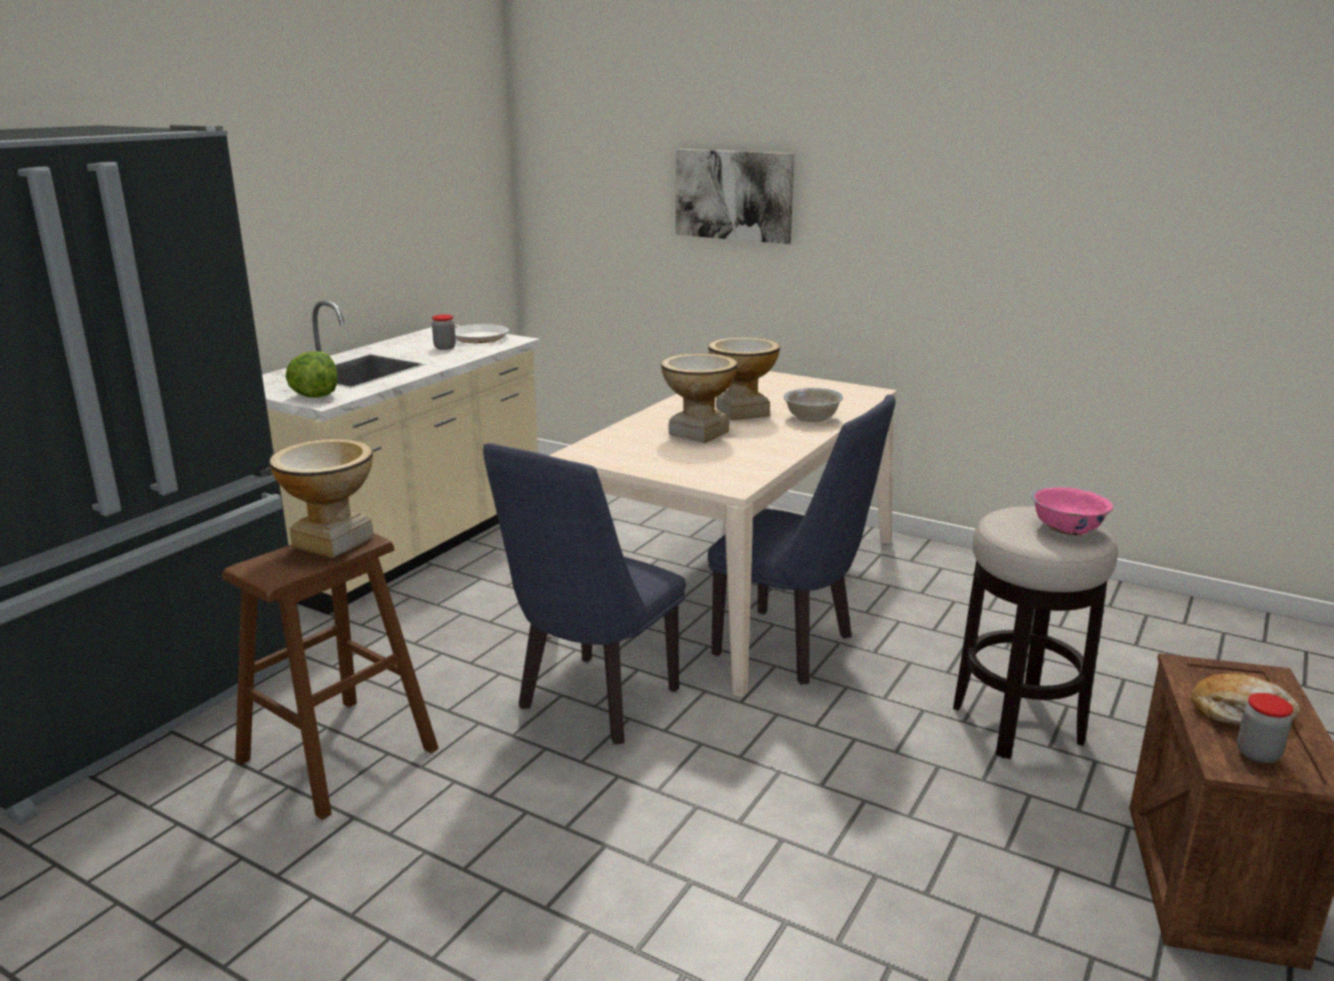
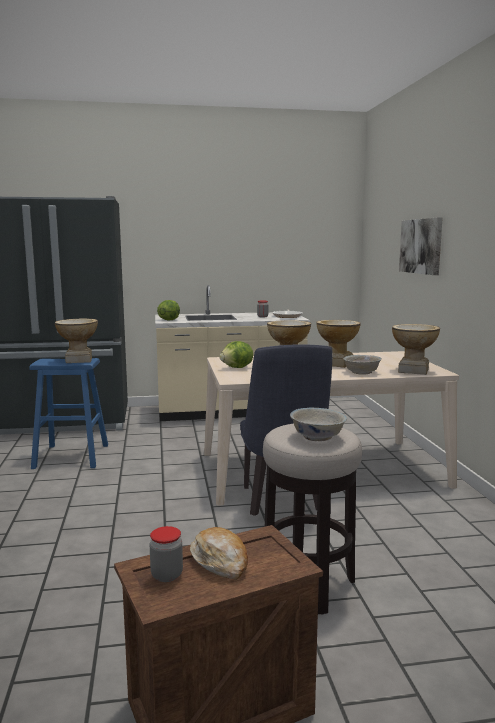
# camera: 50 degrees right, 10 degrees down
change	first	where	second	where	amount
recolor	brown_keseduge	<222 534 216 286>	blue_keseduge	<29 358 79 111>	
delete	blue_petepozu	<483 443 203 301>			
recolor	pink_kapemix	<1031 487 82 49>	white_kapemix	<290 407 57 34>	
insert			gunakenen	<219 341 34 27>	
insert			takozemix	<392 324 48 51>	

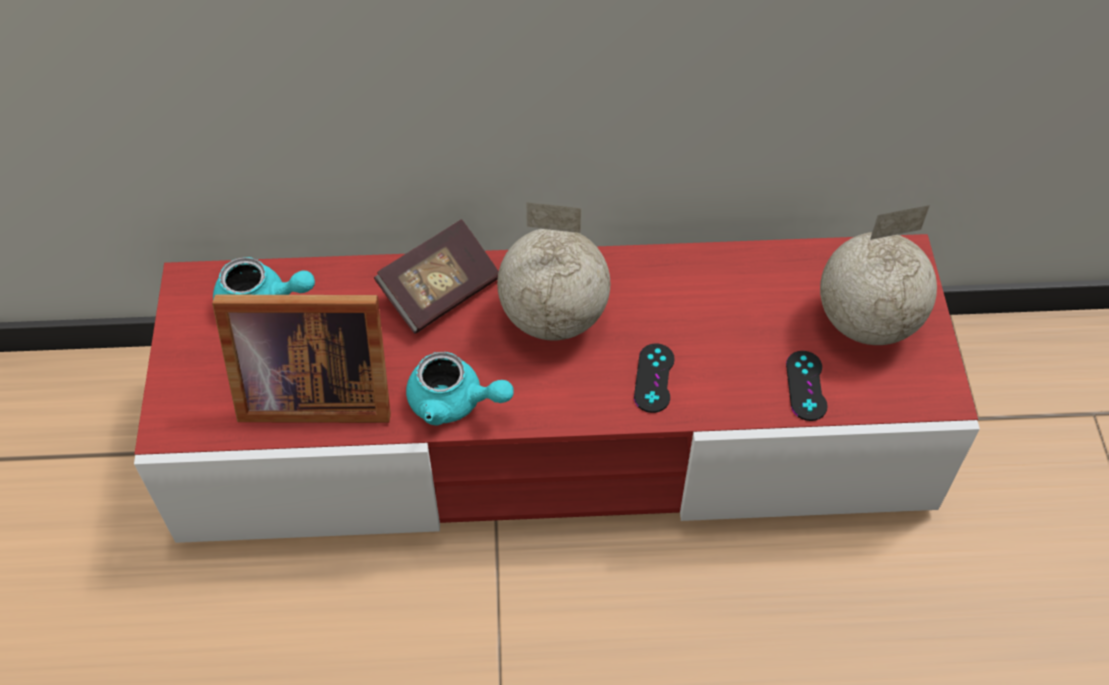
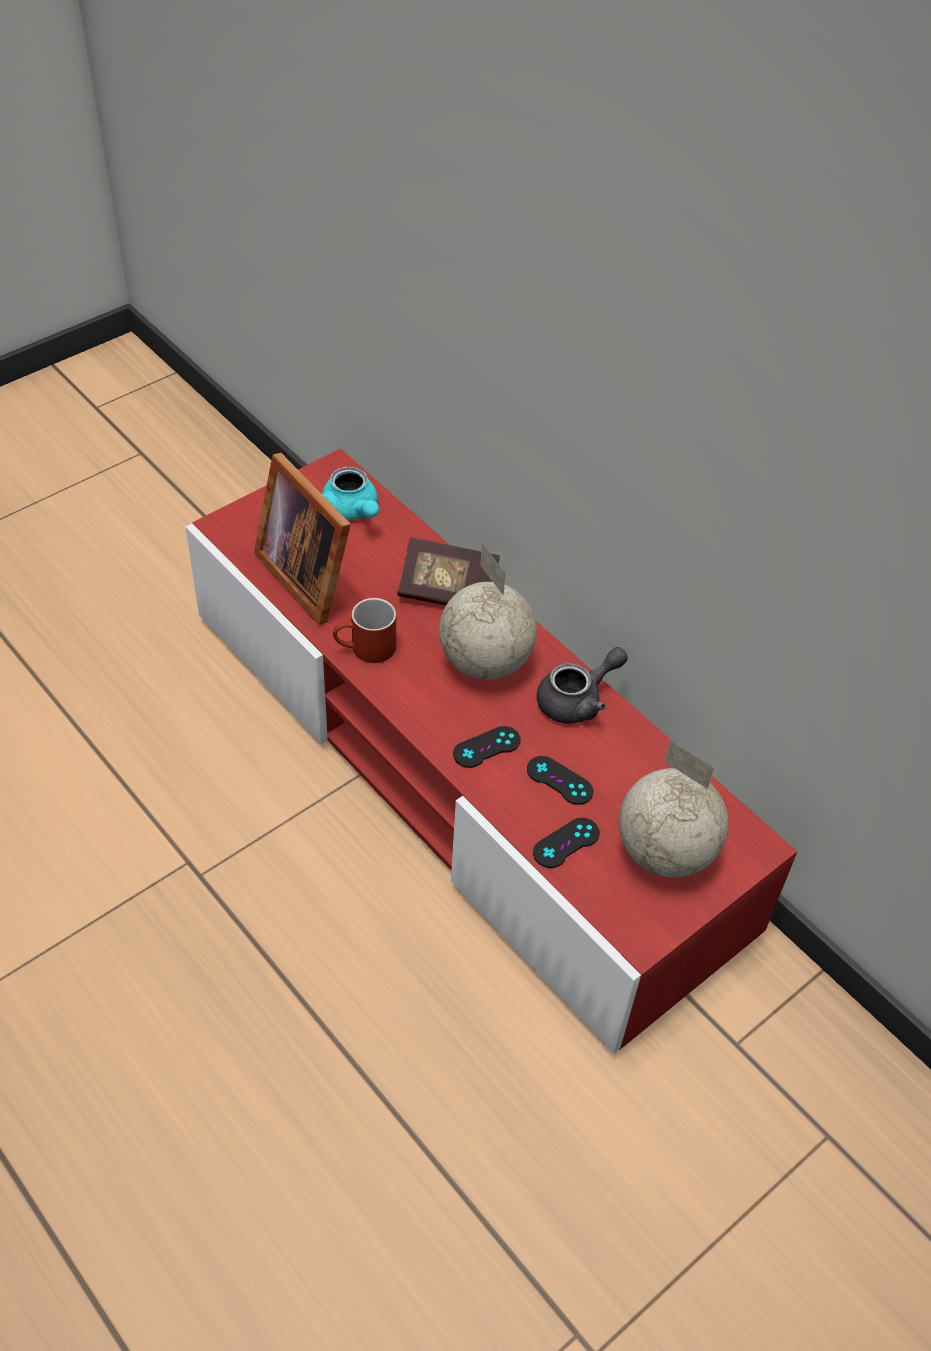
# camera: 50 degrees right, 5 degrees down
change	first	where	second	where	amount
replace	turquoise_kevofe	<406 352 108 74>	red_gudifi	<333 598 63 65>	
insert			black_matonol	<527 756 66 49>	
insert			grey_kevofe	<537 647 91 77>	

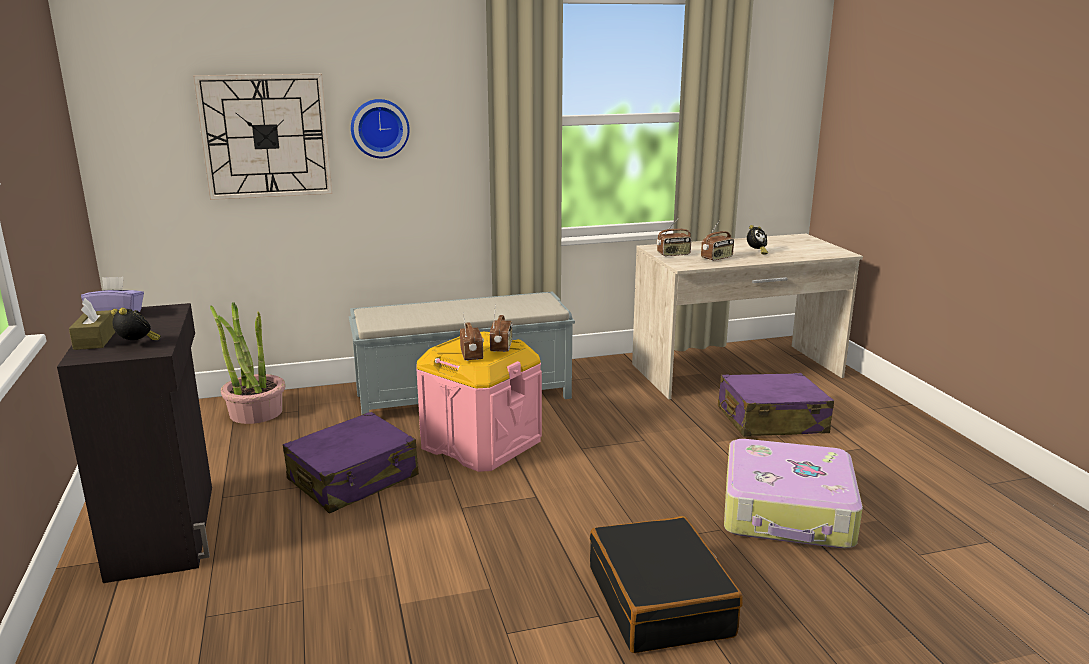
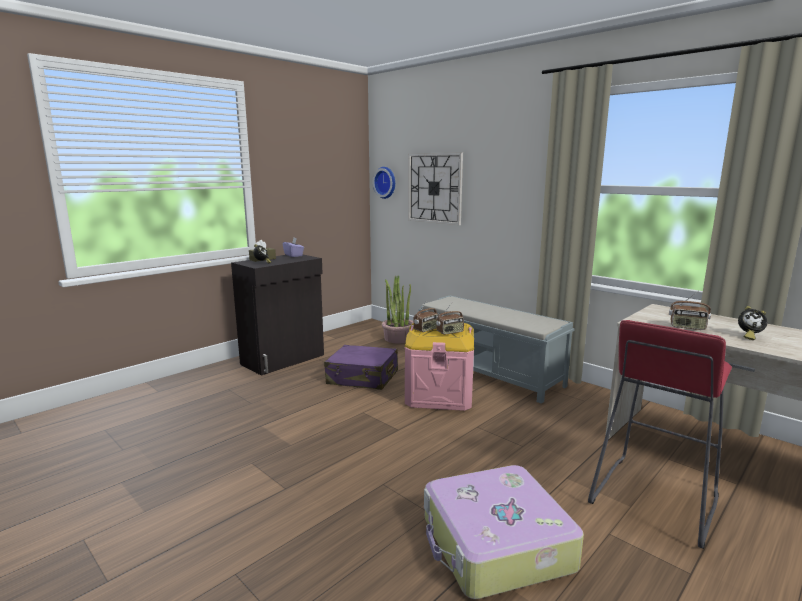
# camera: 60 degrees right, 5 degrees down
change	first	where	second	where	amount
move	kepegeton	<351 99 59 59>		<373 167 22 32>	
delete	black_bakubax	<590 516 153 137>			
delete	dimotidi	<657 218 35 38>			
replace	purple_bakubax	<718 373 116 64>	red_keseduge	<588 320 144 229>	

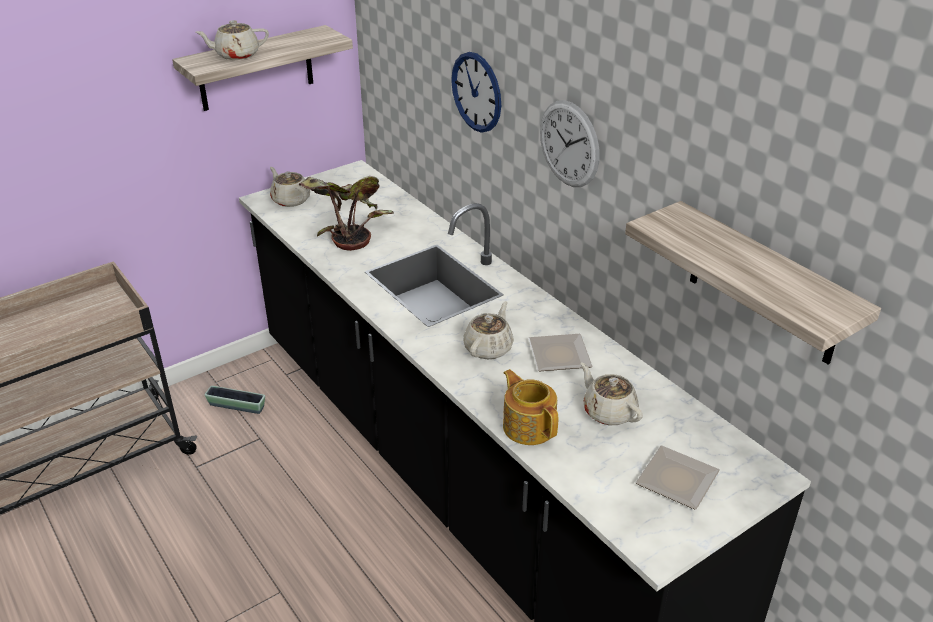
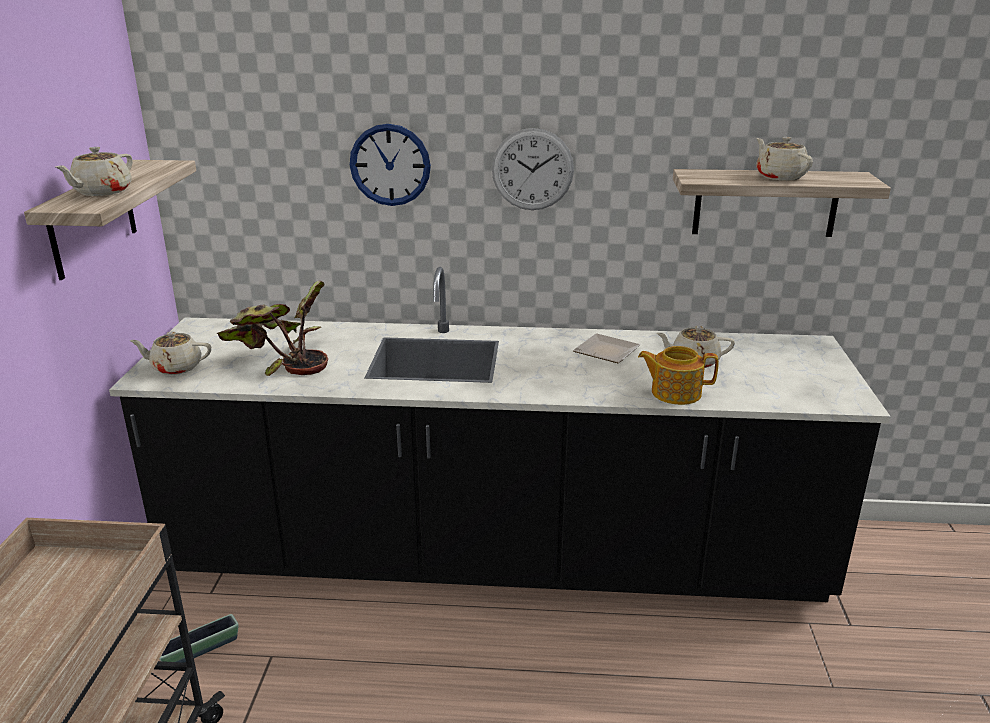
# camera: 50 degrees left, 10 degrees down
change	first	where	second	where	amount
move	beige_kevofe	<463 301 51 58>		<756 137 57 44>	
delete	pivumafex	<635 445 85 65>			

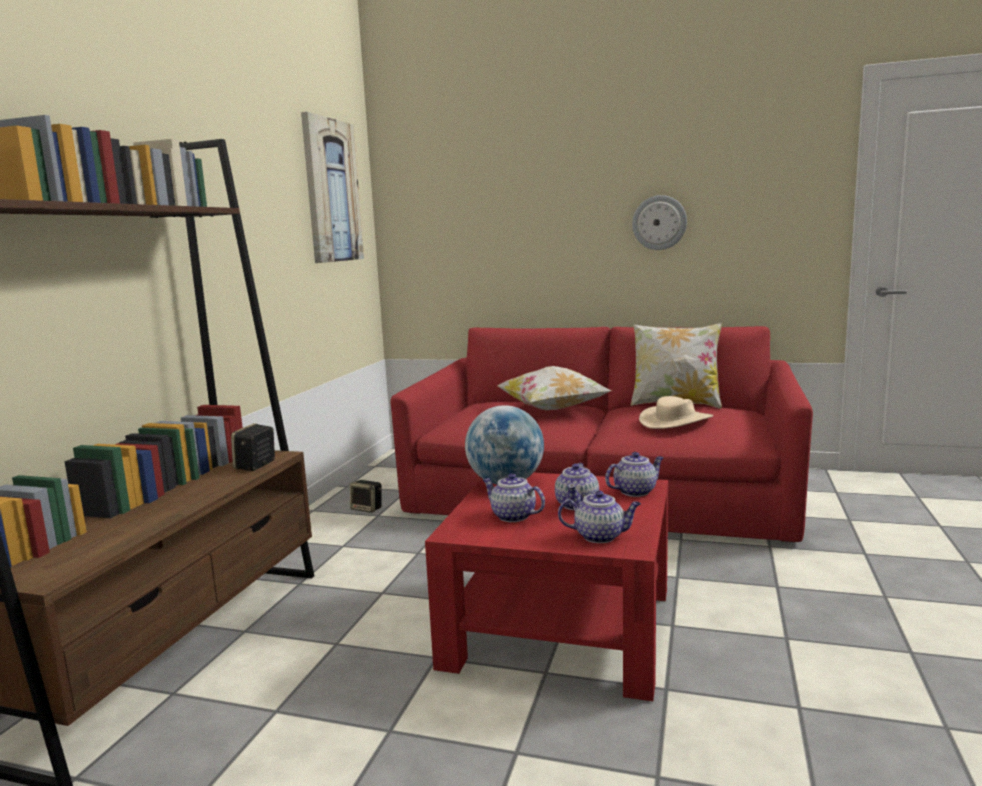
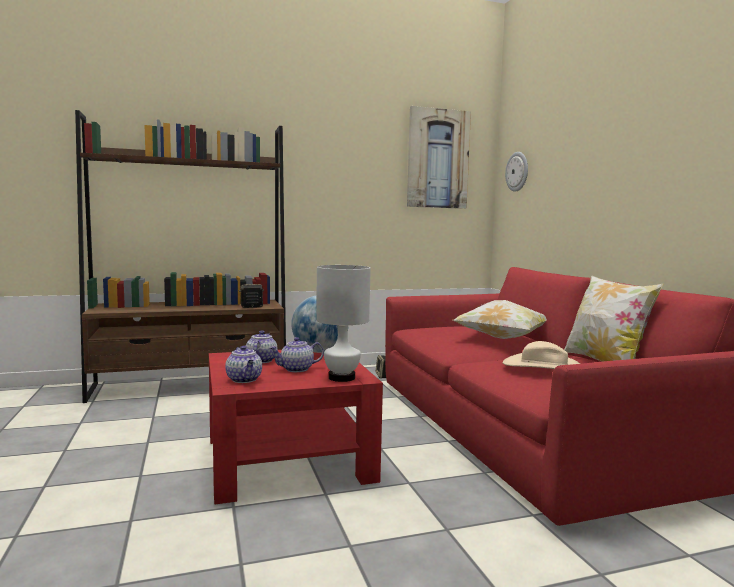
# camera: 55 degrees right, 5 degrees down
change	first	where	second	where	amount
replace	kevofe	<605 452 59 45>	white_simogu	<316 265 55 117>	
move	kepegeton	<632 195 55 55>		<505 152 23 40>	

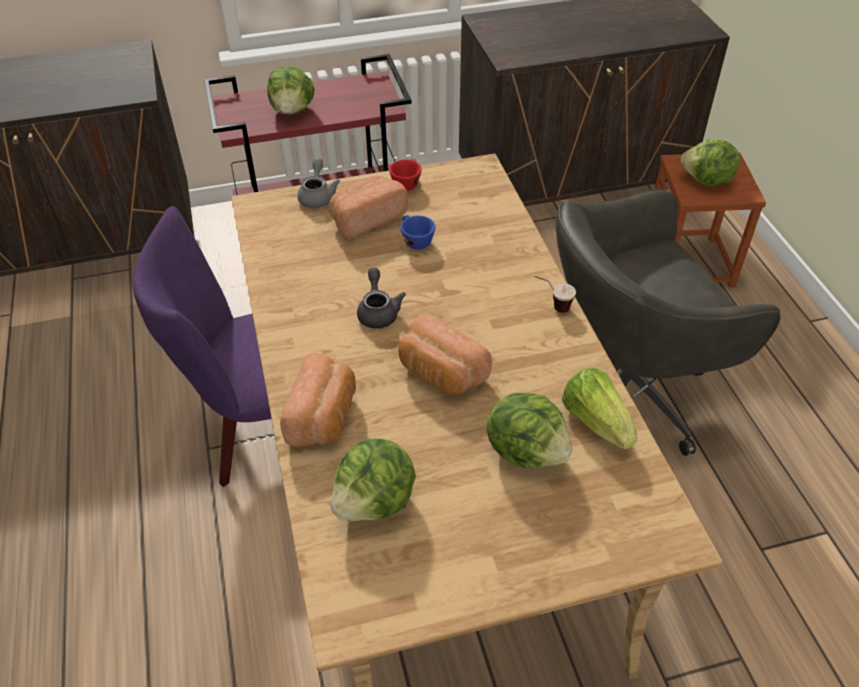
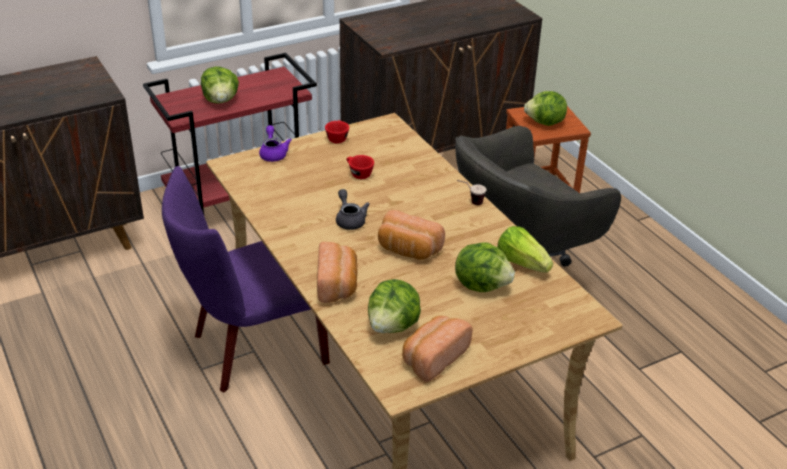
# camera: 15 degrees left, 10 degrees down
change	first	where	second	where	amount
recolor	grey_kevofe	<297 158 43 50>	purple_kevofe	<259 125 33 37>	
move	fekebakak	<329 176 79 63>		<402 316 70 66>	
recolor	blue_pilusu	<401 215 34 35>	red_pilusu	<346 155 28 24>	

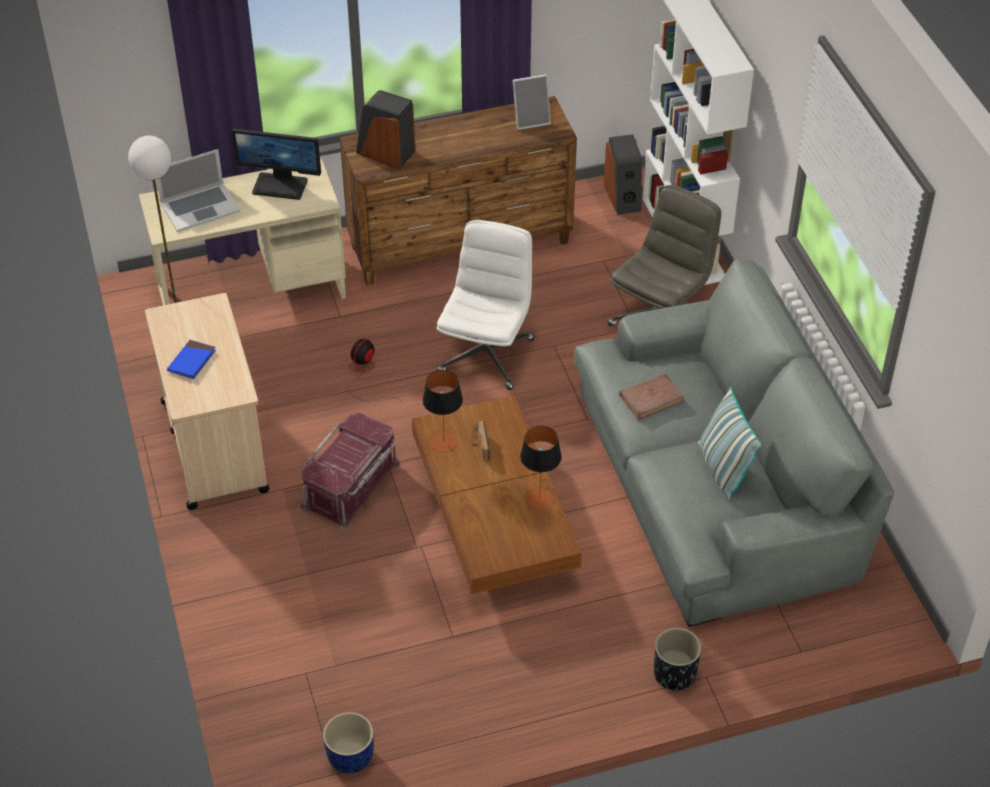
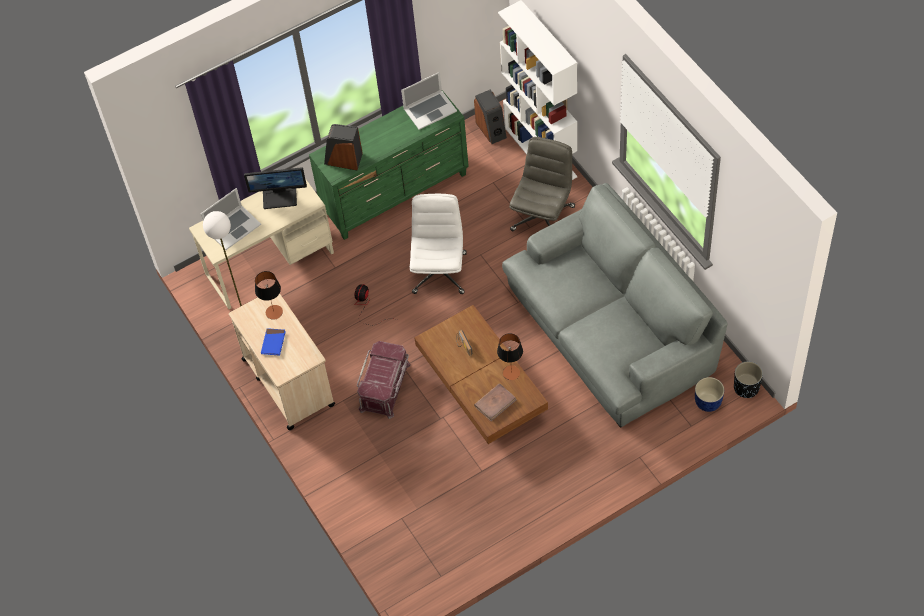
# camera: 10 degrees left, 10 degrees up
change	first	where	second	where	amount
move	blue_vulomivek	<323 712 51 61>		<695 377 29 35>	
recolor	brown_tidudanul	<340 96 237 189>	green_tidudanul	<309 90 160 150>	
move	simogu	<423 370 40 83>		<255 271 28 49>	
replace	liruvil	<513 74 38 56>	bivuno	<401 72 56 58>	
move	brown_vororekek	<619 373 66 47>		<474 383 42 38>	
move	black_vulomivek	<654 628 47 63>		<734 361 29 37>	
delete	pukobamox	<698 387 63 113>			

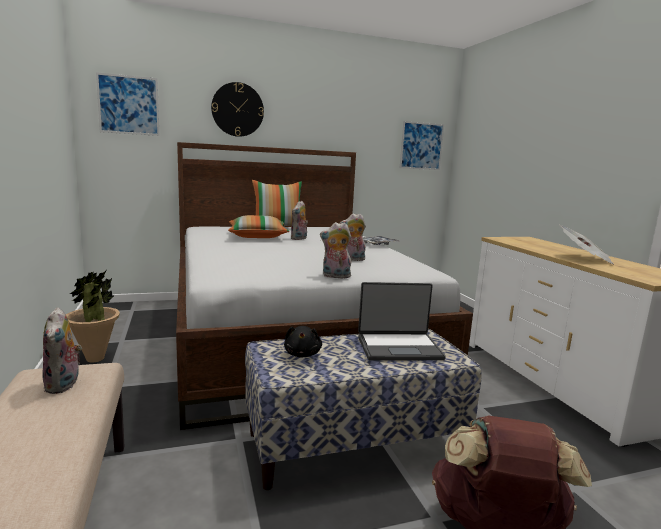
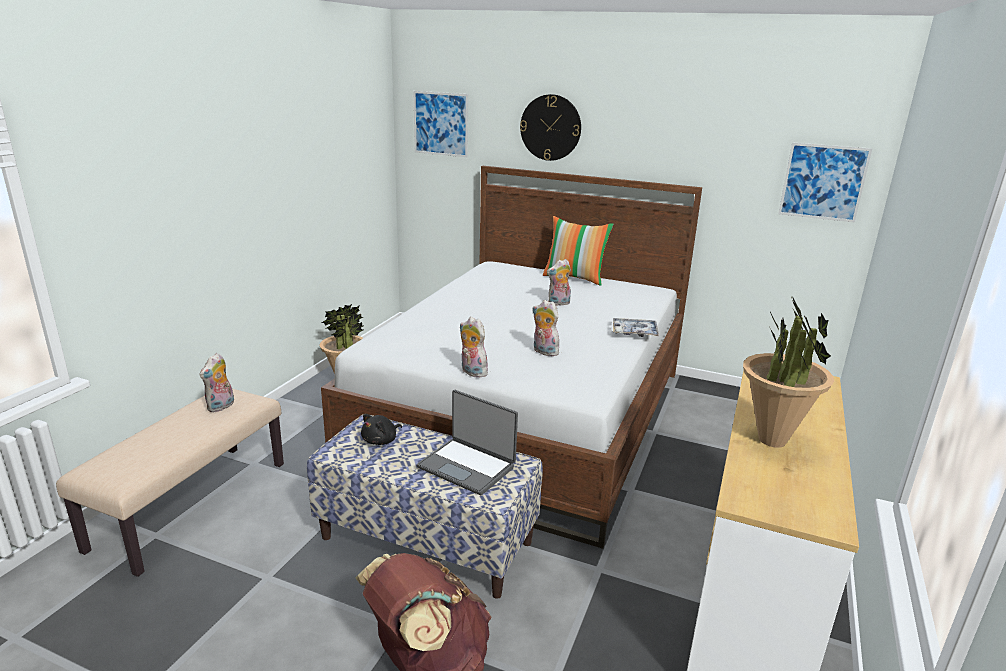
# camera: 40 degrees right, 10 degrees up
change	first	where	second	where	amount
delete	pukobamox	<228 215 61 23>			
replace	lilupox	<560 225 55 40>	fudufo	<743 297 91 151>	

